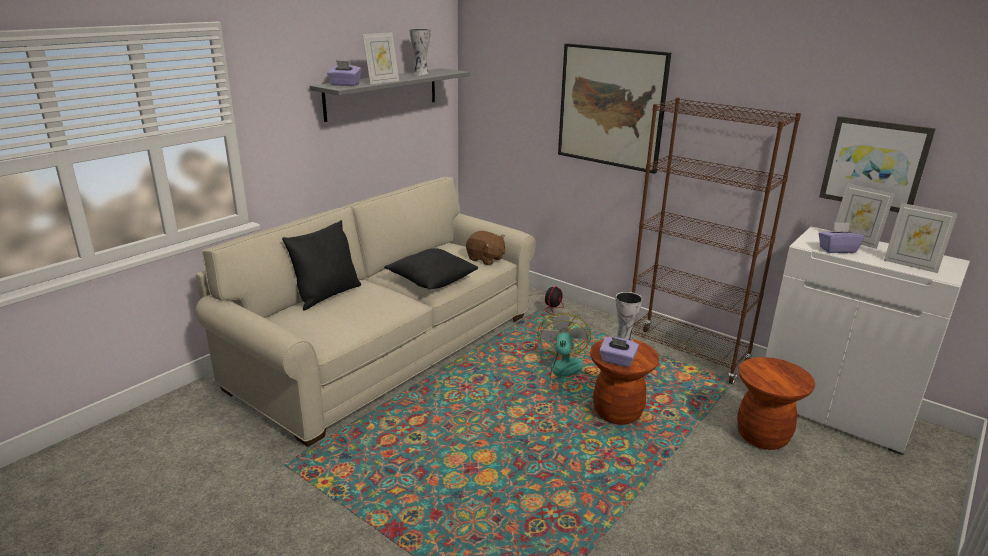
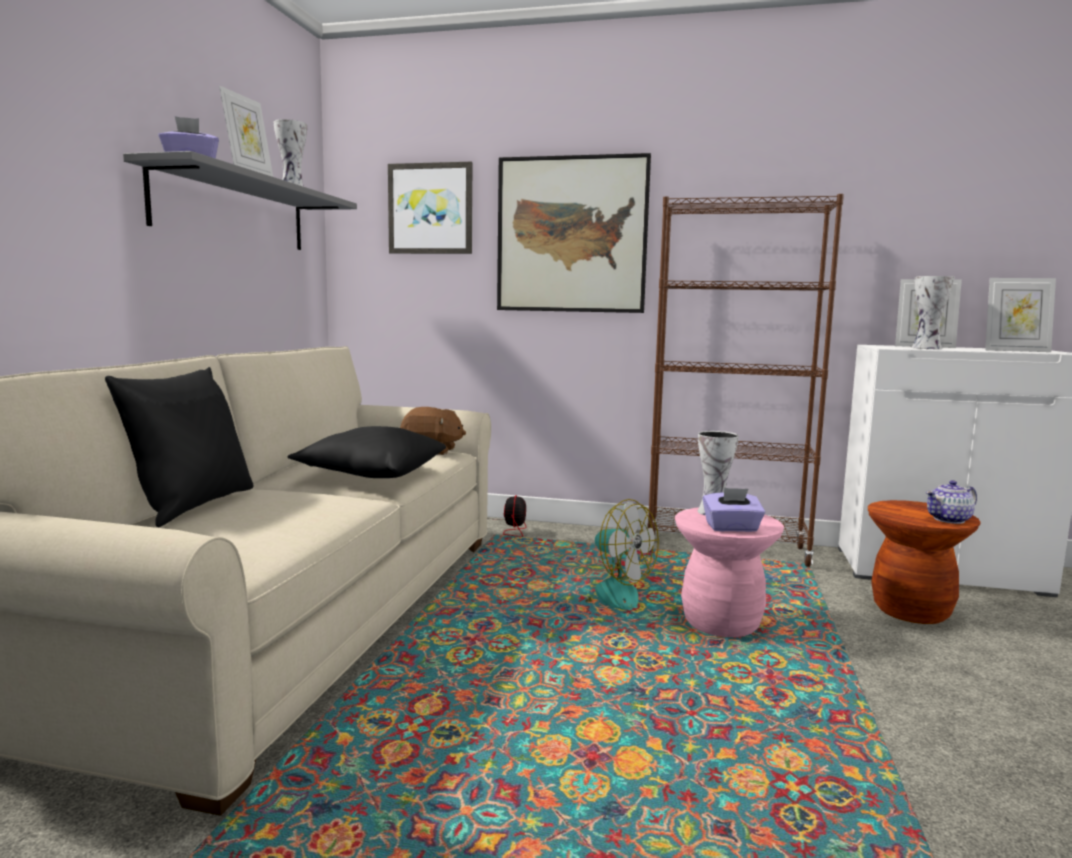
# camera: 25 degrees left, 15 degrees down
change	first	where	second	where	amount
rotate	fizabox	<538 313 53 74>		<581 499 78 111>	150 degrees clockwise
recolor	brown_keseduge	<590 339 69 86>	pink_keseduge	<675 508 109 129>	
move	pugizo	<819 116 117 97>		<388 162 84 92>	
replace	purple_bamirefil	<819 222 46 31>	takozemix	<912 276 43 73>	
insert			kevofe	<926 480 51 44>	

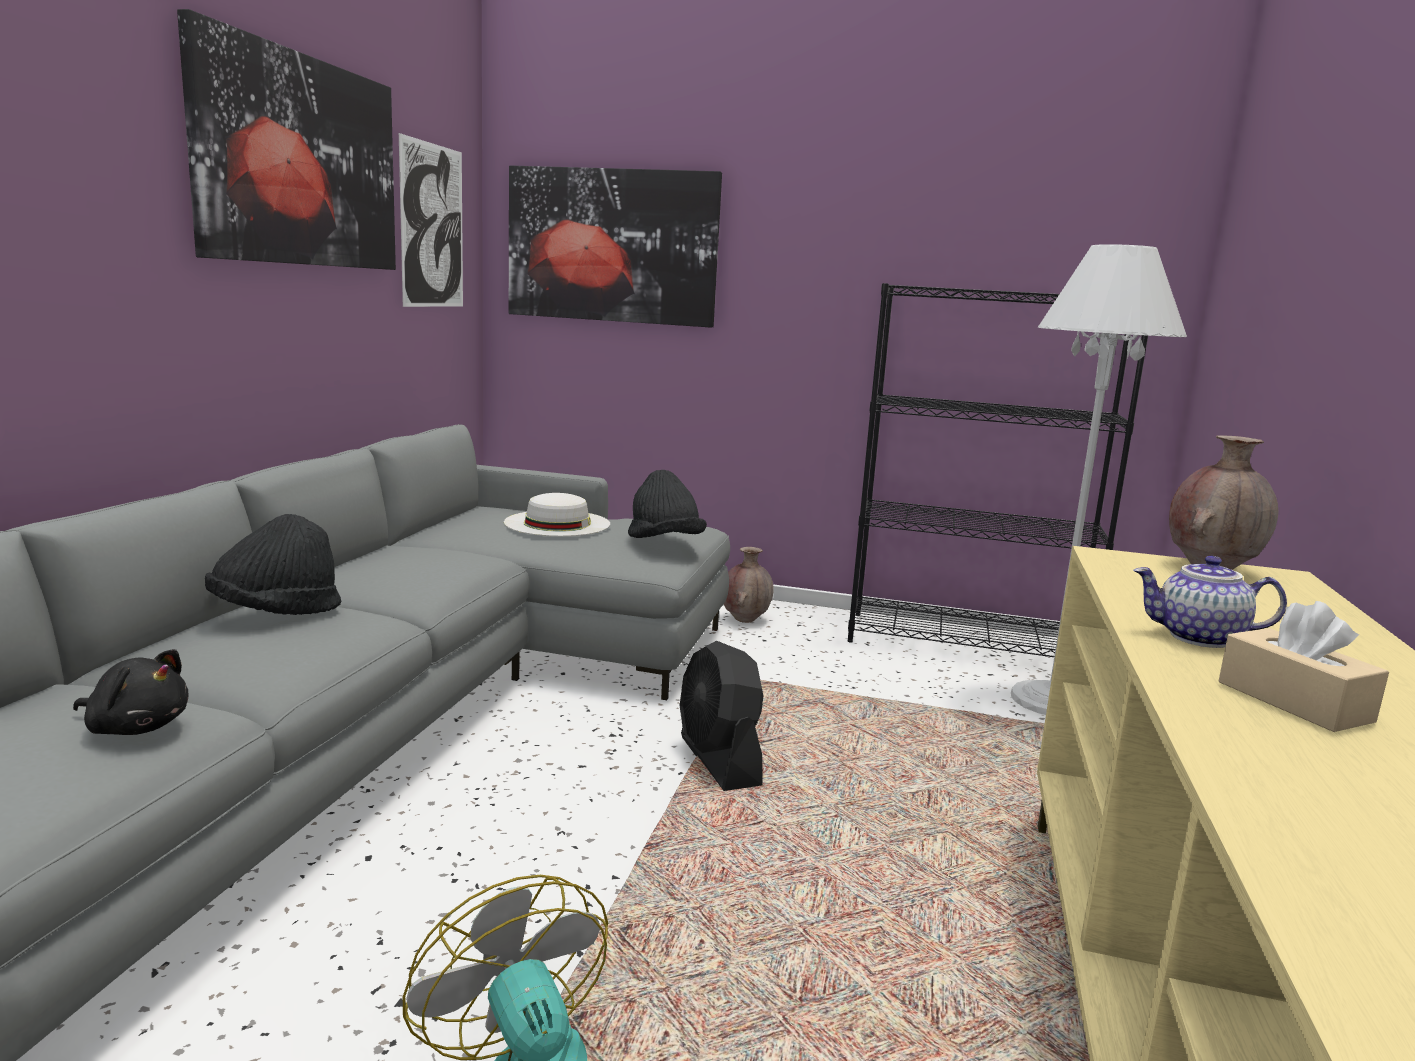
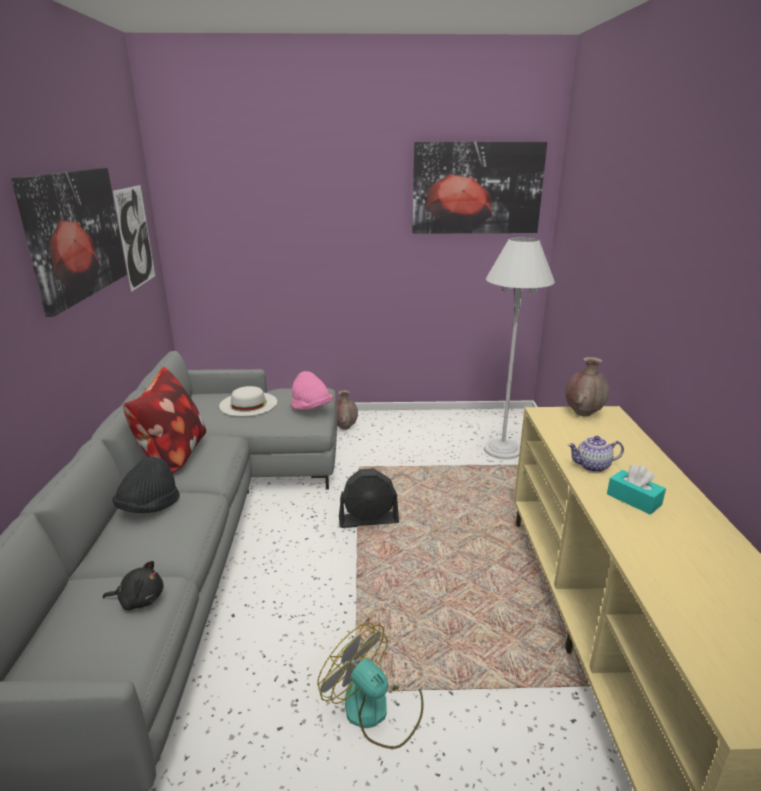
# camera: 15 degrees left, 10 degrees up
change	first	where	second	where	amount
move	pugizo	<509 165 213 162>		<412 142 135 92>	
recolor	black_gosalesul	<628 470 79 68>	pink_gosalesul	<291 371 42 39>	
rotate	black_fizabox	<680 641 83 150>		<339 469 60 59>	60 degrees counterclockwise
delete	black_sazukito	<848 283 300 374>			
recolor	beige_bamirefil	<1219 601 170 131>	turquoise_bamirefil	<607 465 59 50>	
insert			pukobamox	<123 367 83 107>	

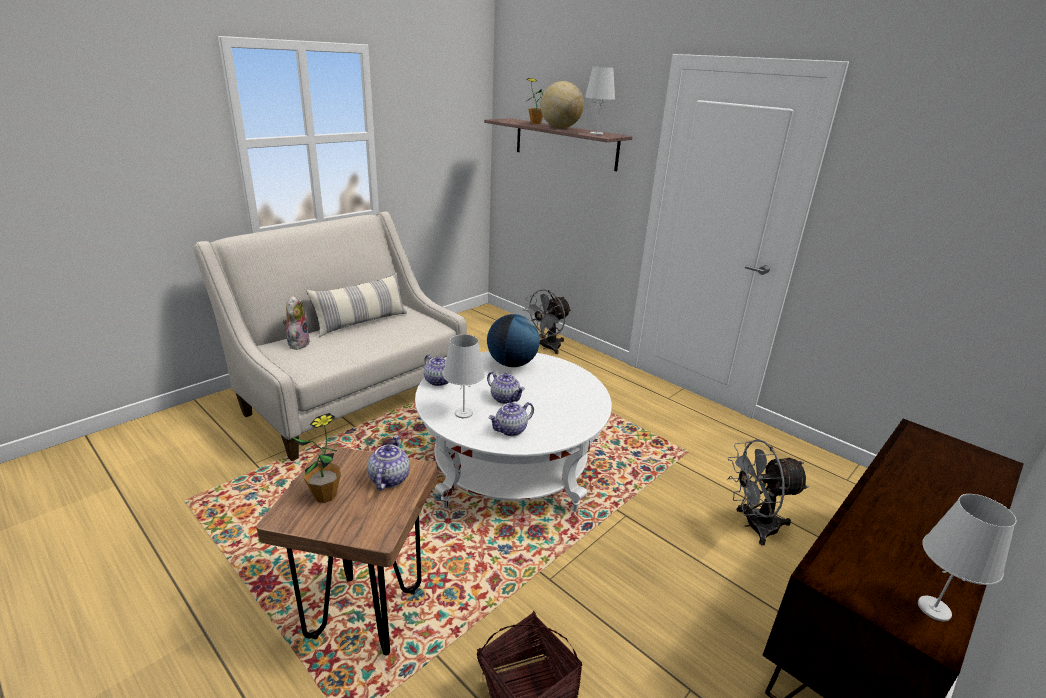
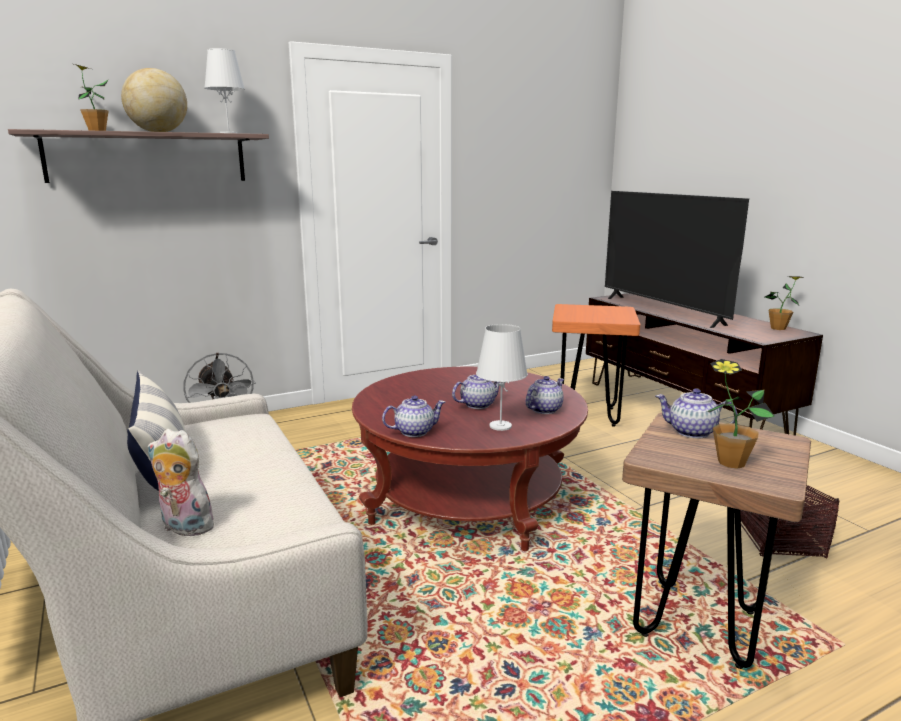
# camera: 70 degrees left, 10 degrees down
change	first	where	second	where	amount
recolor	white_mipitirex	<415 351 197 161>	red_mipitirex	<352 367 236 184>	
delete	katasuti	<487 314 53 53>			
rotate	kevofe	<488 402 46 34>		<526 376 38 38>	120 degrees counterclockwise
replace	grey_fizabox	<727 439 82 107>	orange_keseduge	<552 304 89 123>	
replace	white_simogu	<918 494 98 128>	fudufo	<765 276 38 54>	
insert			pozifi	<605 191 144 137>	

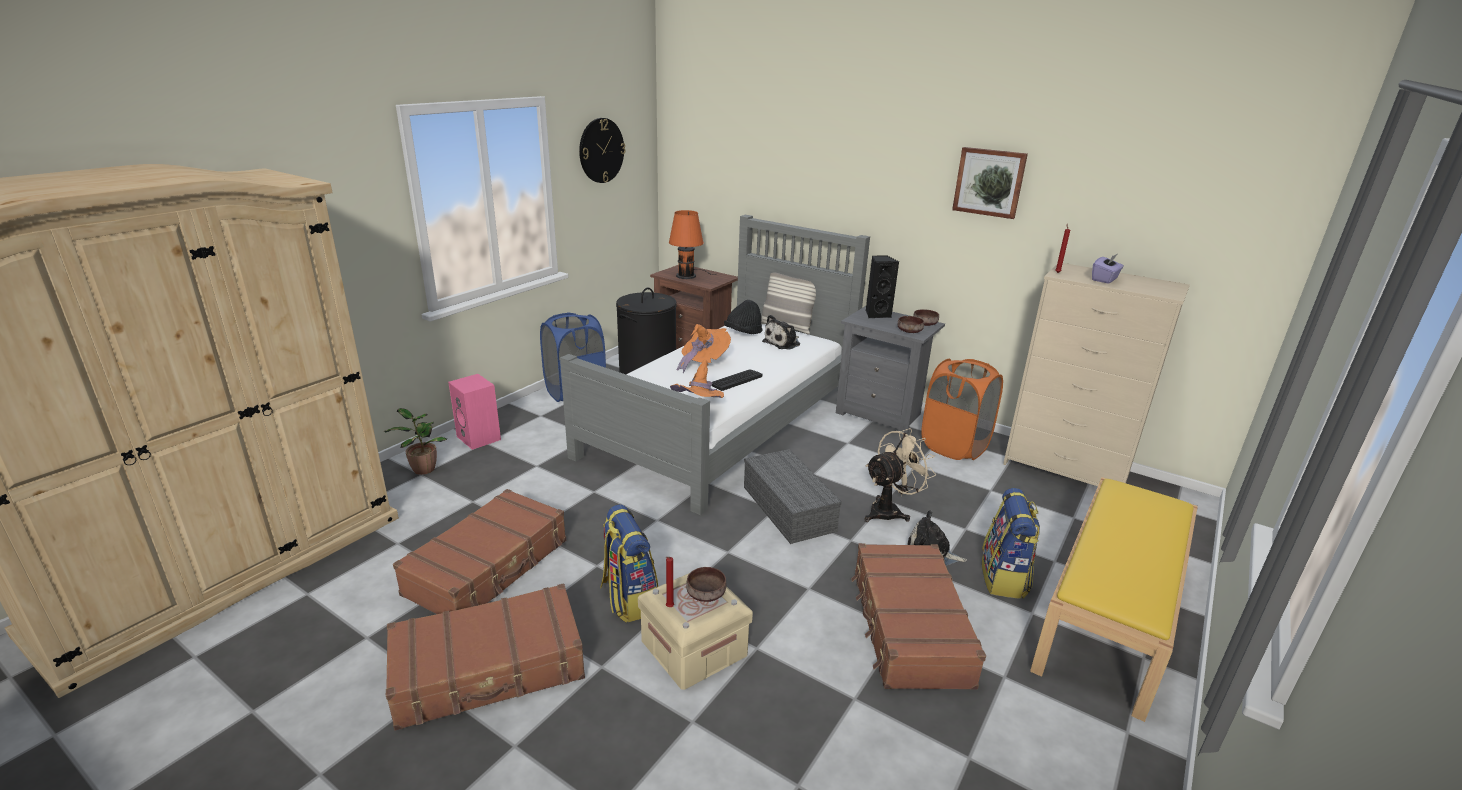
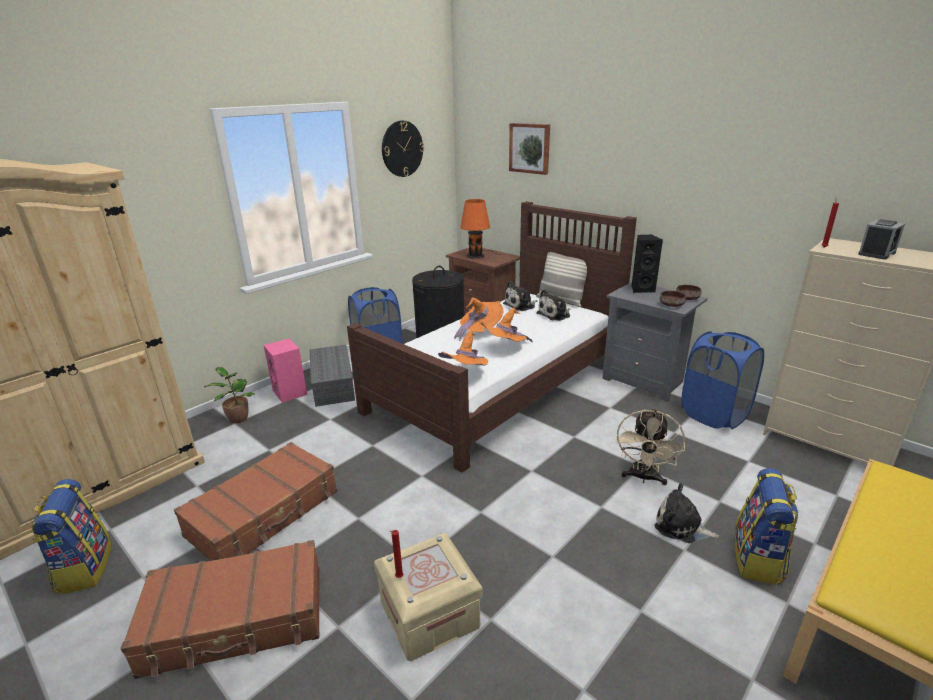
# camera: 10 degrees right, 0 degrees up
change	first	where	second	where	amount
recolor	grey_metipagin	<560 215 310 300>	brown_metipagin	<347 201 290 272>	
move	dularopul	<600 504 58 119>		<32 479 79 116>	
delete	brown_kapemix	<686 567 40 35>			
replace	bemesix	<712 370 50 21>	orange_gosalesul	<481 307 52 35>	
replace	black_gosalesul	<724 300 38 34>	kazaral	<503 281 34 30>	
move	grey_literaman	<744 449 98 95>		<309 345 46 62>	
delete	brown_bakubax	<851 543 135 147>			
rotate	beige_fizabox	<864 428 72 94>		<616 408 69 77>	135 degrees clockwise
recolor	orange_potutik	<921 359 82 101>	blue_potutik	<681 331 83 98>	
move	pugizo	<952 147 76 72>		<509 123 41 52>	
replace	purple_bamirefil	<1092 254 32 30>	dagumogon	<858 219 47 40>	

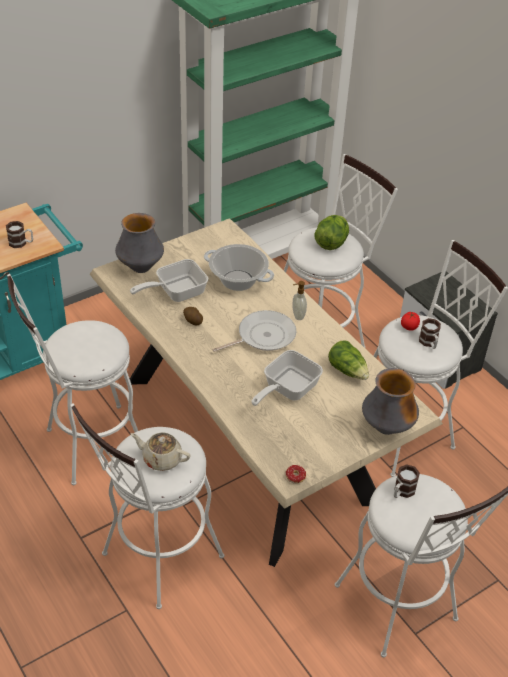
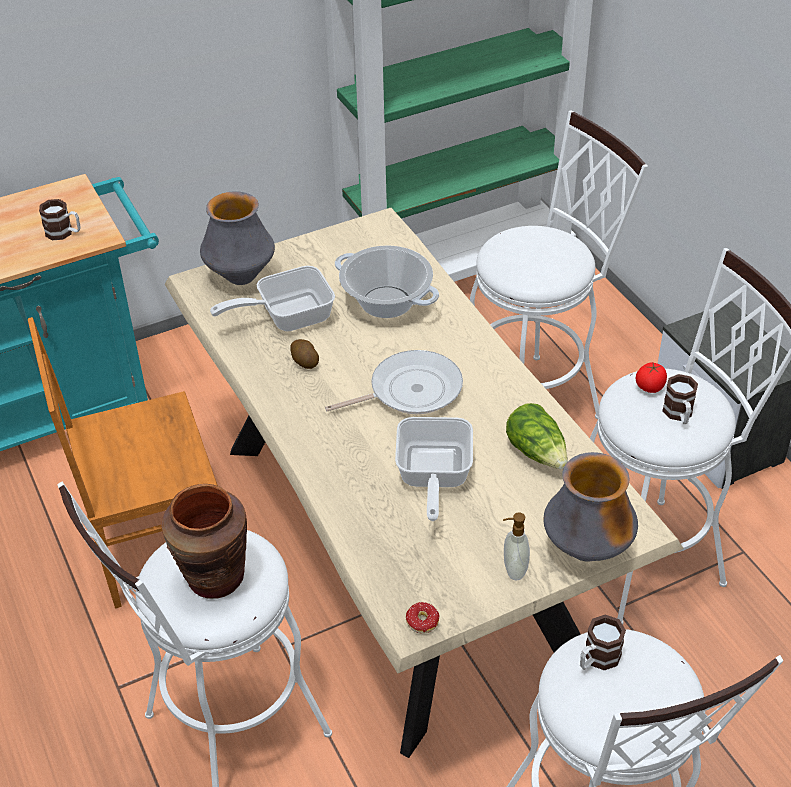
# camera: 10 degrees right, 0 degrees up
change	first	where	second	where	amount
replace	white_keseduge	<7 274 131 211>	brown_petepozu	<28 317 190 291>	
replace	beige_kevofe	<131 432 59 39>	brown_takozemix	<161 484 86 115>	
rotate	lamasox	<251 350 72 56>		<395 417 78 104>	45 degrees counterclockwise
move	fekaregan	<292 281 15 39>		<503 512 27 68>	
delete	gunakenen	<314 215 35 35>			

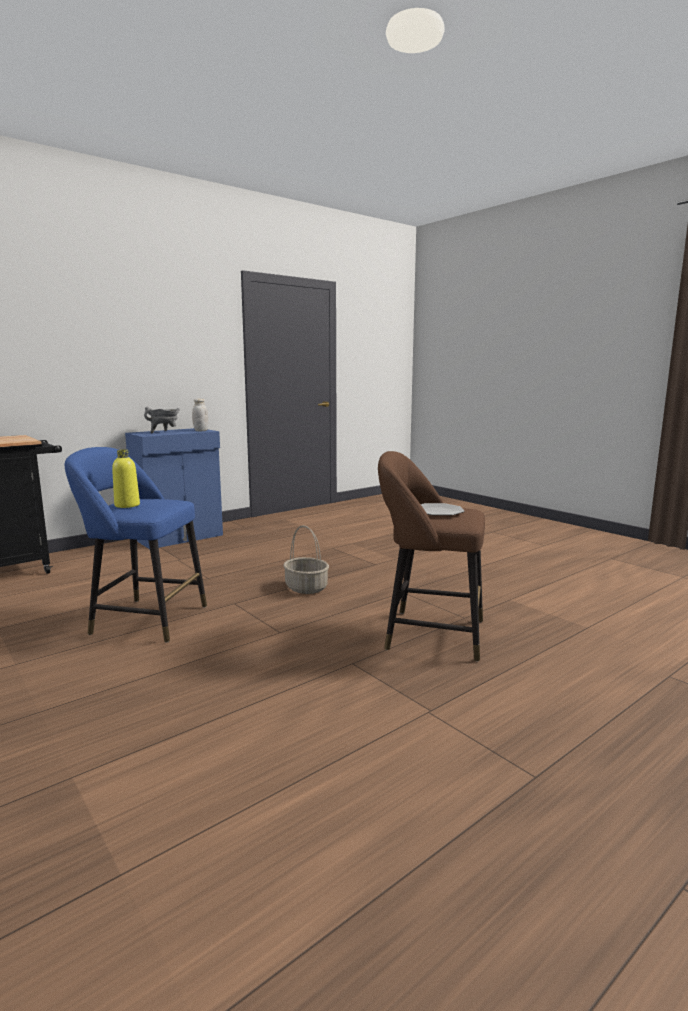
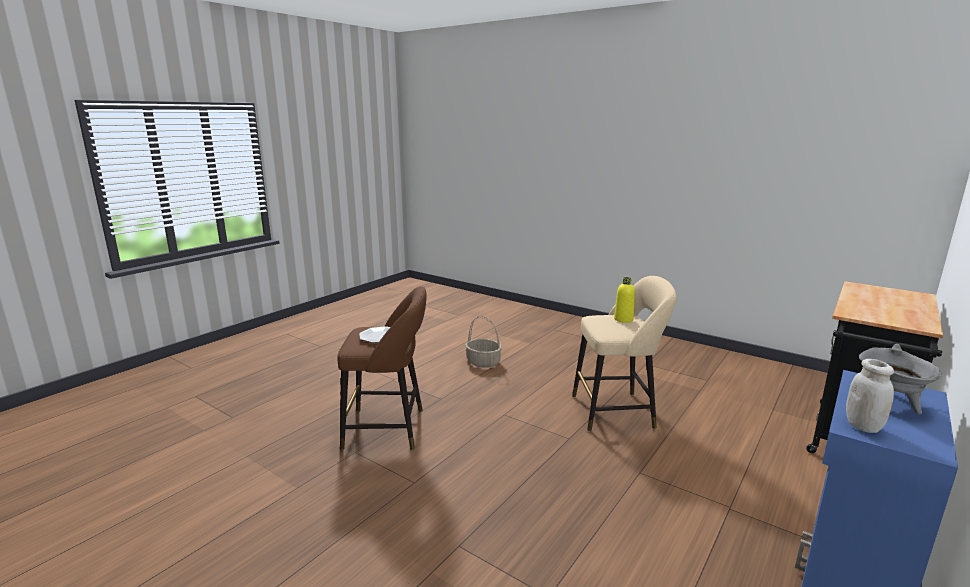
# camera: 165 degrees right, 5 degrees up
change	first	where	second	where	amount
recolor	blue_keseduge	<65 447 142 196>	beige_keseduge	<572 276 105 155>	
move	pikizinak	<283 525 46 69>		<465 316 37 52>	

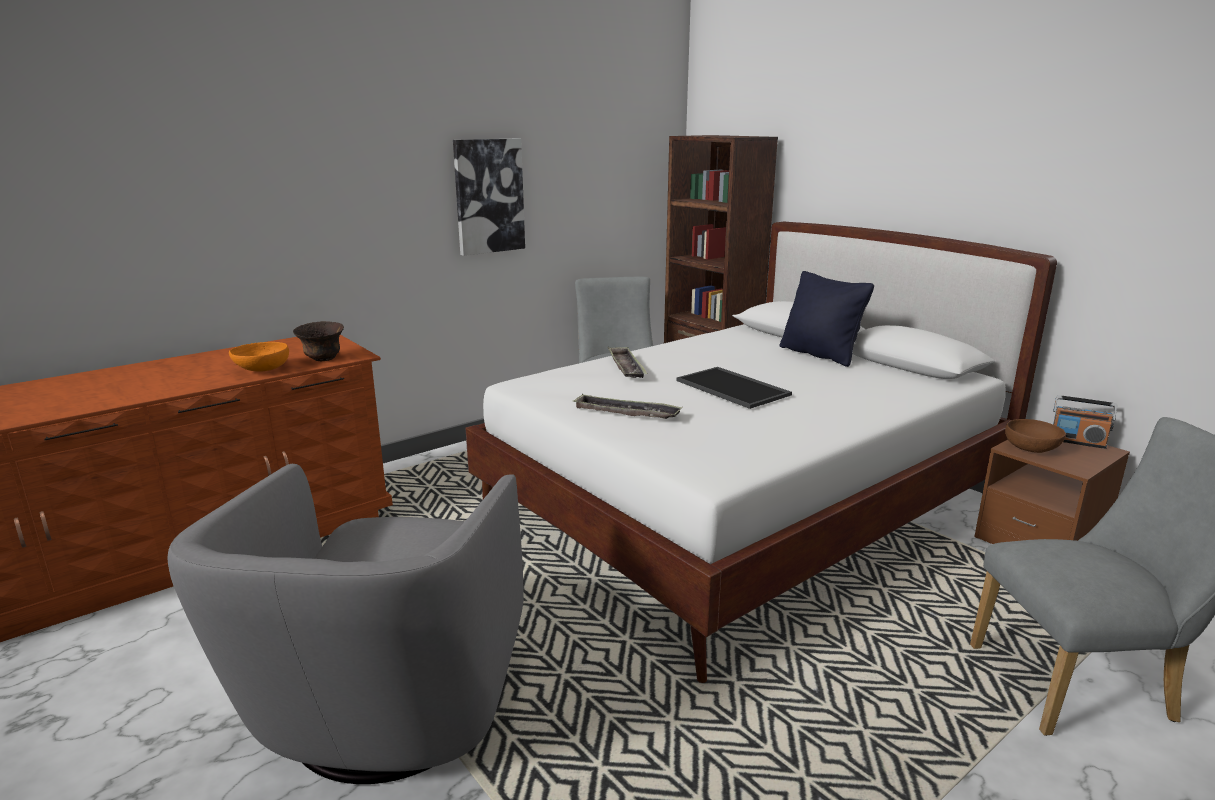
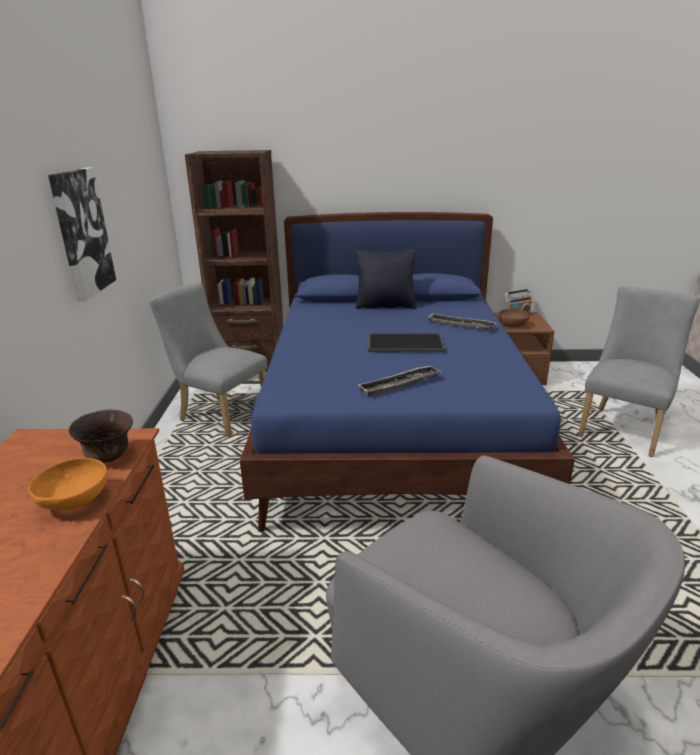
# camera: 50 degrees left, 5 degrees up
change	first	where	second	where	amount
recolor	white_metipagin	<465 222 592 461>	blue_metipagin	<240 212 335 320>	
move	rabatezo	<608 347 39 31>		<427 313 70 16>	

